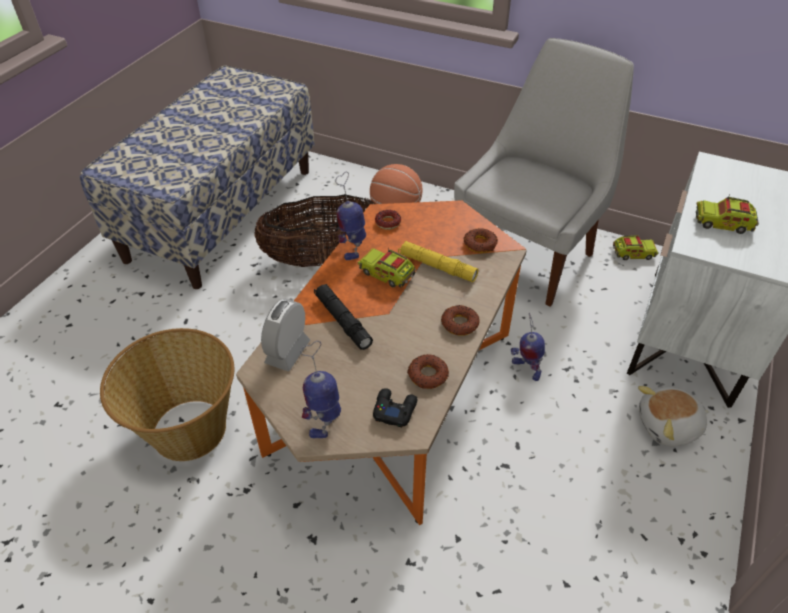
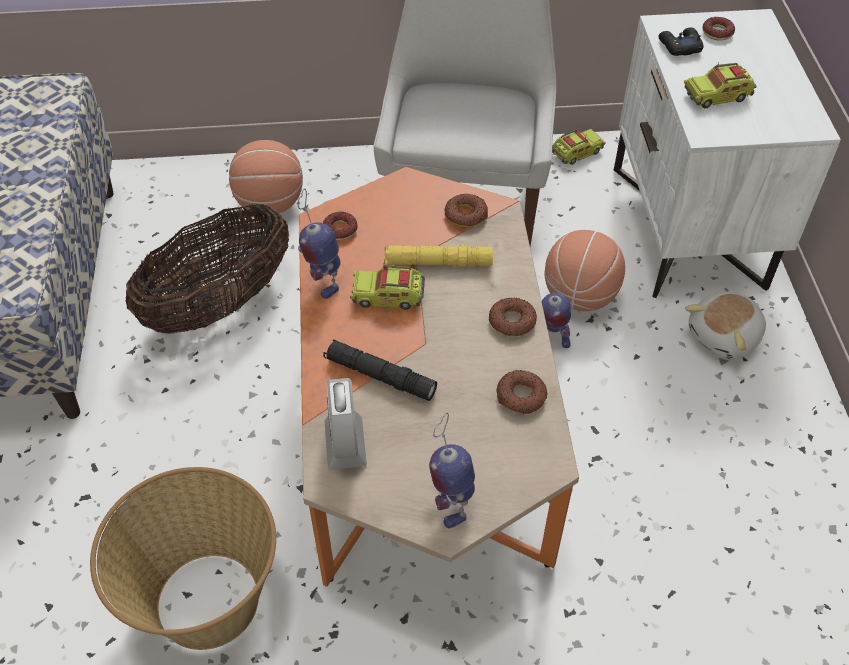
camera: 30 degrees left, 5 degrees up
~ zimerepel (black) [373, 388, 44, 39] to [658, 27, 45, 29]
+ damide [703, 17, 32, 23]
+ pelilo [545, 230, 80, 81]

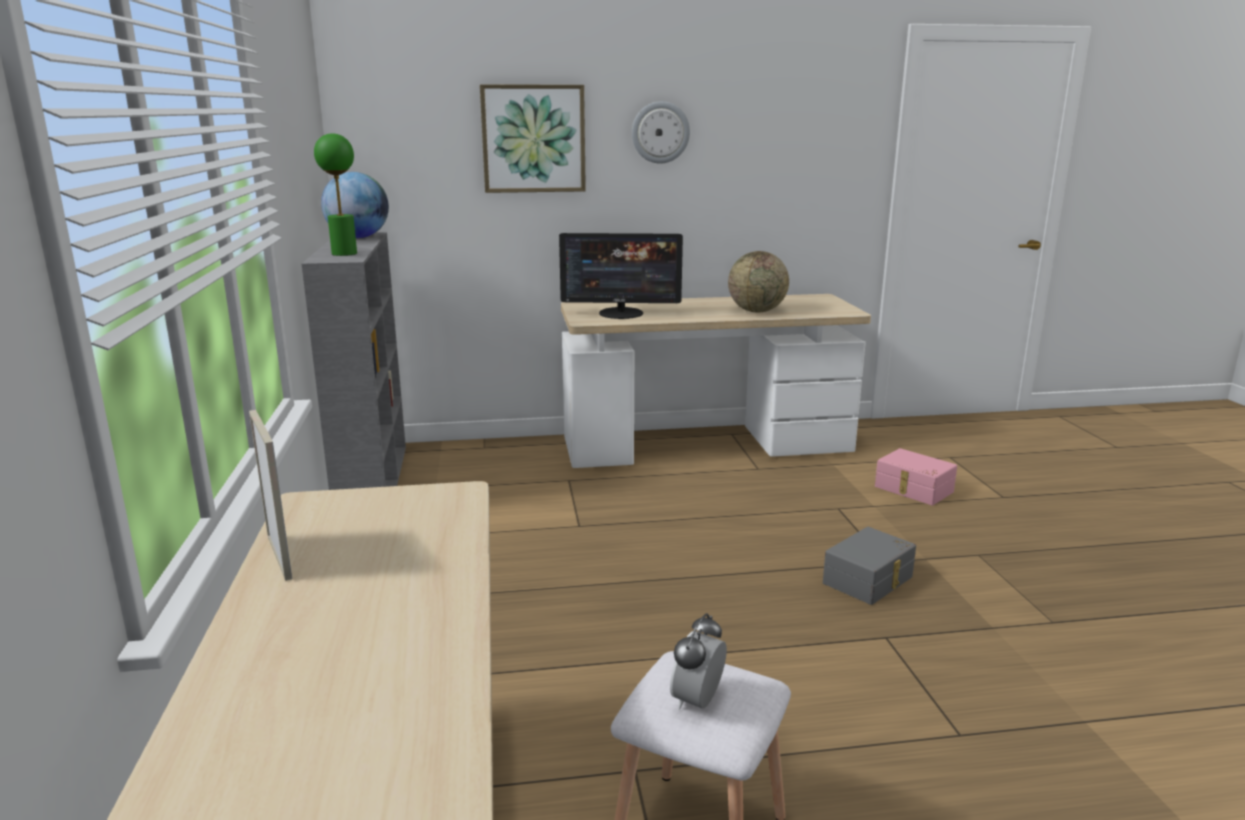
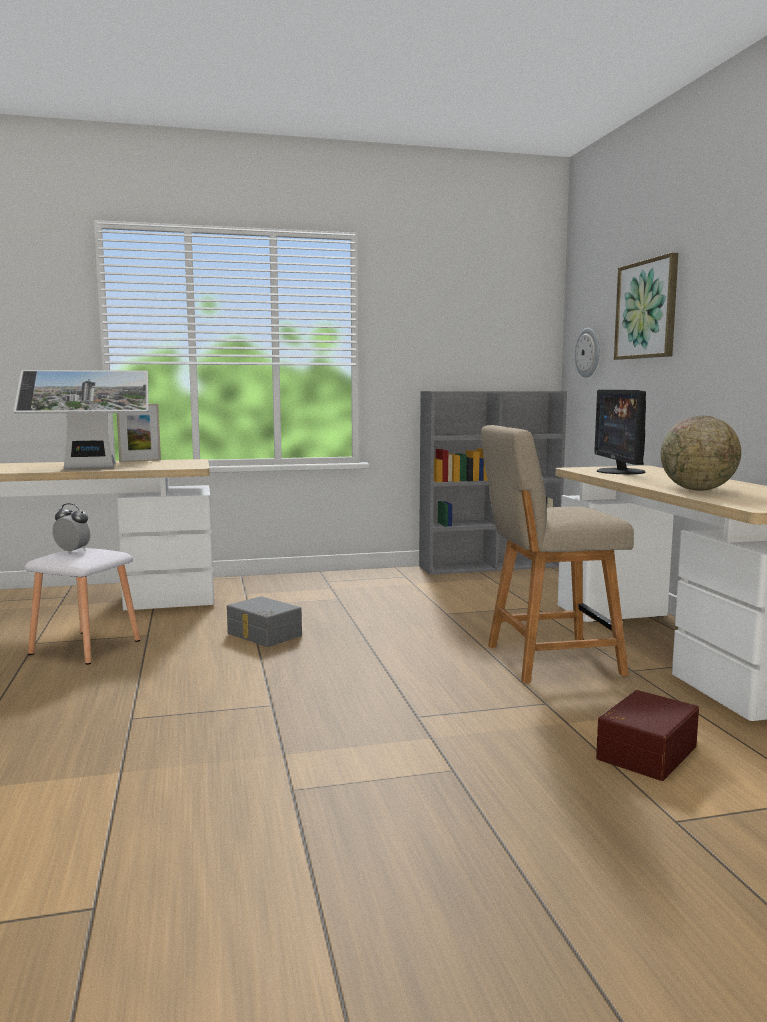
camera: 85 degrees right, 10 degrees down
~ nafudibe [632, 101, 58, 63] to [575, 328, 24, 49]
- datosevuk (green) [314, 133, 43, 123]
- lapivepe [321, 172, 68, 66]
~ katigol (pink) [875, 448, 82, 57] to katigol (brown) [596, 690, 103, 91]
~ katigol (grey) [823, 527, 93, 78] to [227, 596, 75, 51]
+ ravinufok [14, 370, 135, 99]
+ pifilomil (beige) [481, 425, 153, 258]

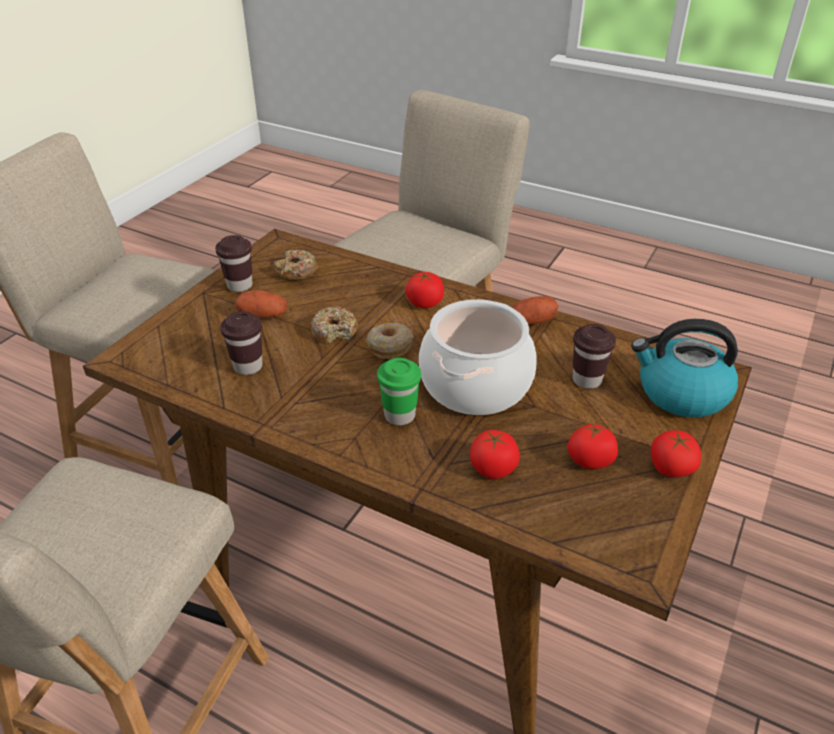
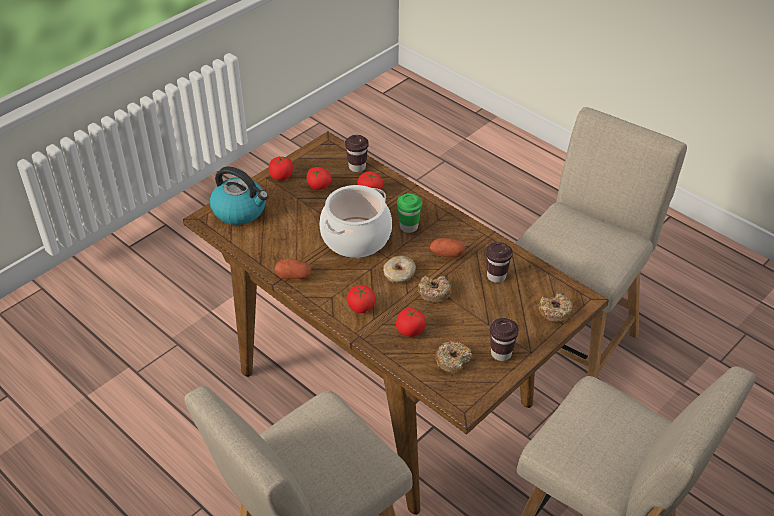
camera: 165 degrees left, 5 degrees up
~ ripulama [235, 290, 52, 28] to [430, 238, 36, 20]
~ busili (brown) [573, 324, 43, 65] to [345, 135, 24, 37]
+ damide [539, 293, 34, 30]
+ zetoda [396, 308, 30, 29]

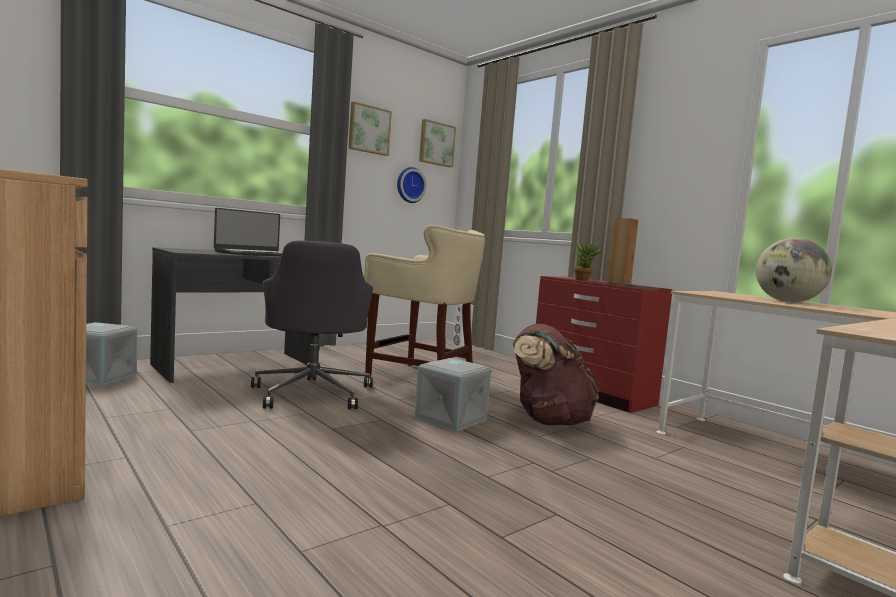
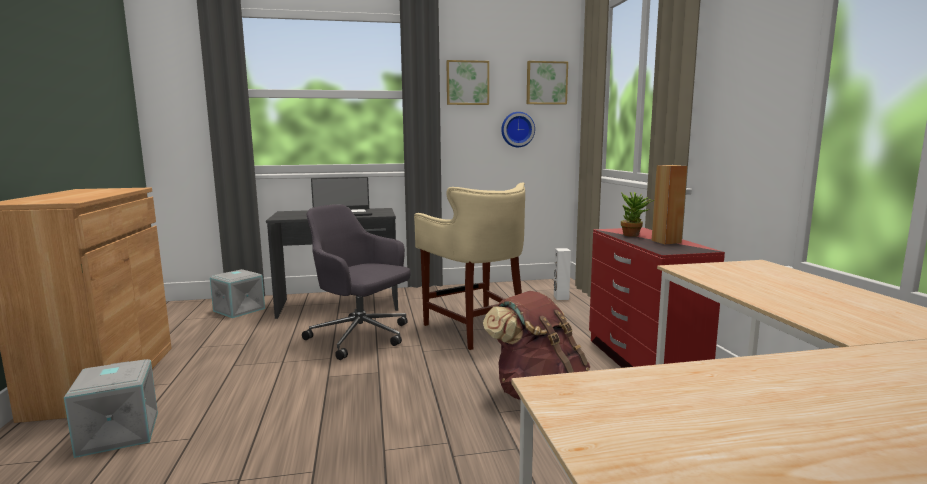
camera: 30 degrees right, 5 degrees up
- lapivepe [756, 238, 76, 64]
~ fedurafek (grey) [251, 241, 122, 168] = [302, 204, 109, 156] 105 degrees clockwise
~ katigol (grey) [414, 358, 77, 74] to [64, 359, 94, 99]

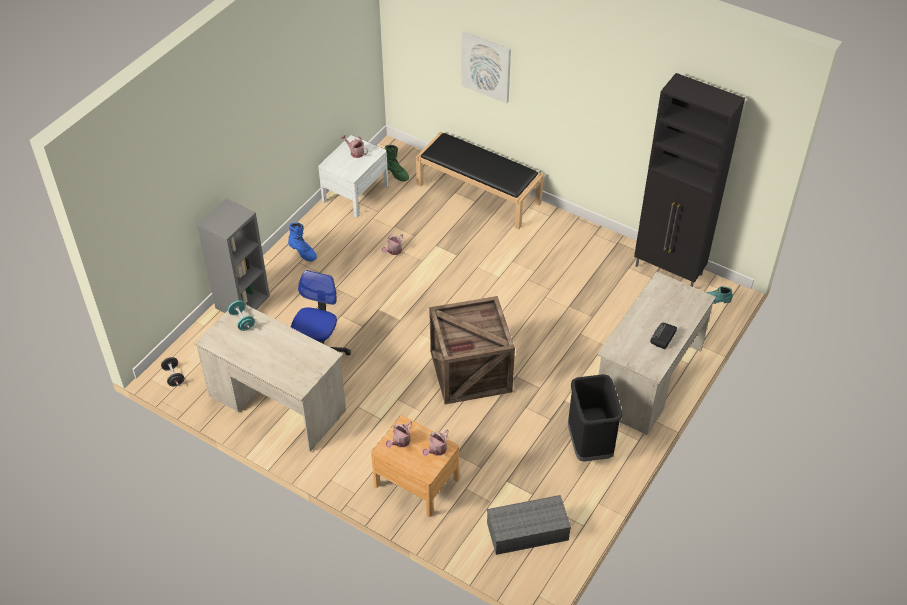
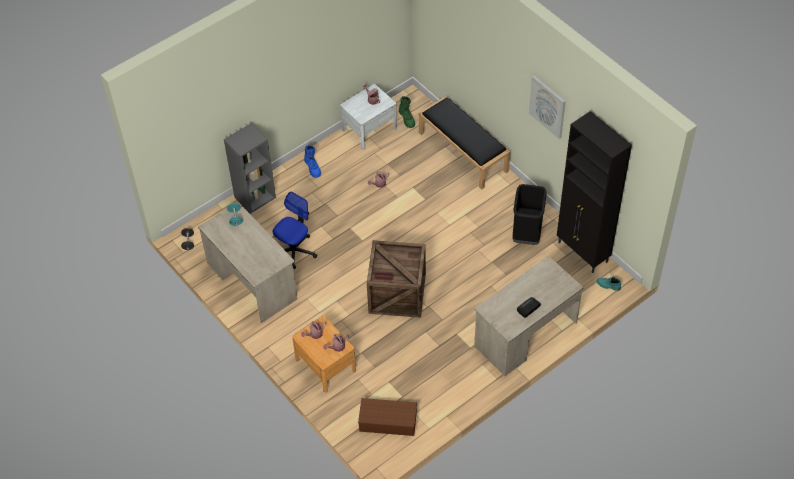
camera: 20 degrees right, 5 degrees up
~ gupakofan [461, 31, 50, 72] to [529, 75, 37, 64]
~ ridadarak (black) [568, 374, 54, 88] to [513, 184, 34, 61]
~ katigol (grey) [487, 495, 84, 60] to katigol (brown) [358, 398, 59, 38]

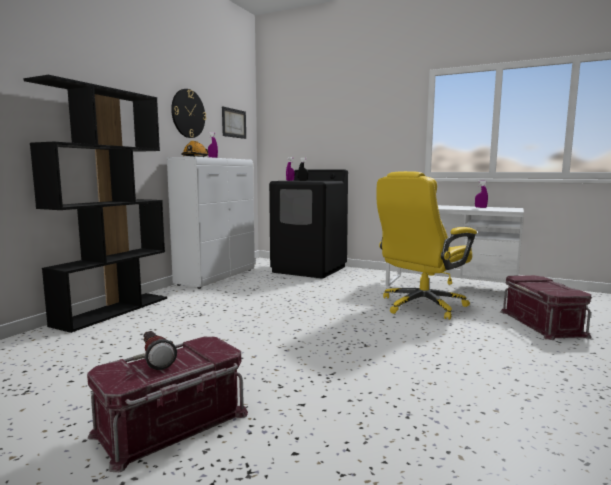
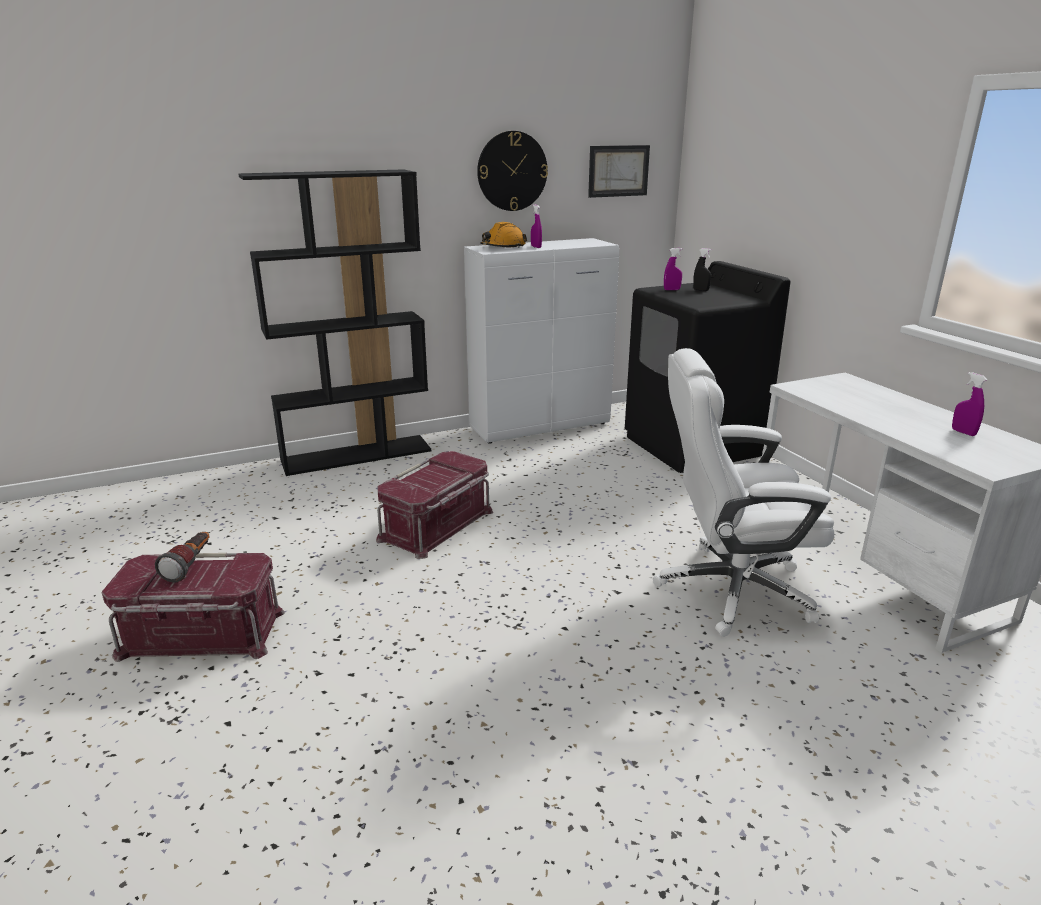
camera: 40 degrees right, 15 degrees up
~ fedurafek (yellow) [376, 171, 101, 149] to fedurafek (white) [653, 348, 181, 289]
~ katigol (red) [500, 275, 92, 65] to [376, 451, 117, 108]

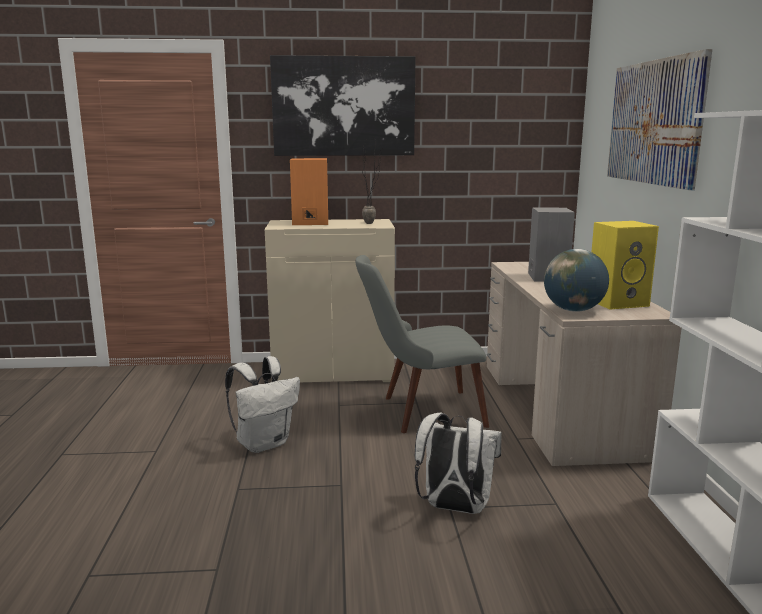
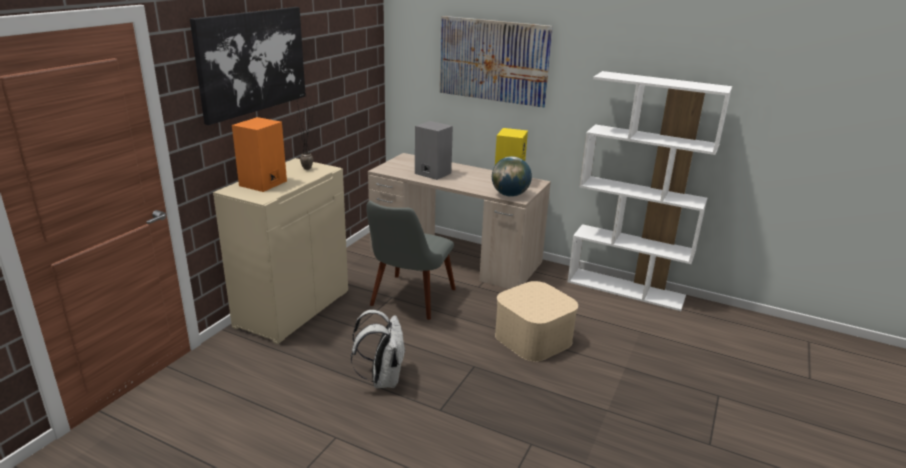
camera: 60 degrees left, 10 degrees up
~ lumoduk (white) [415, 413, 87, 101] to katigol (beige) [495, 281, 83, 81]

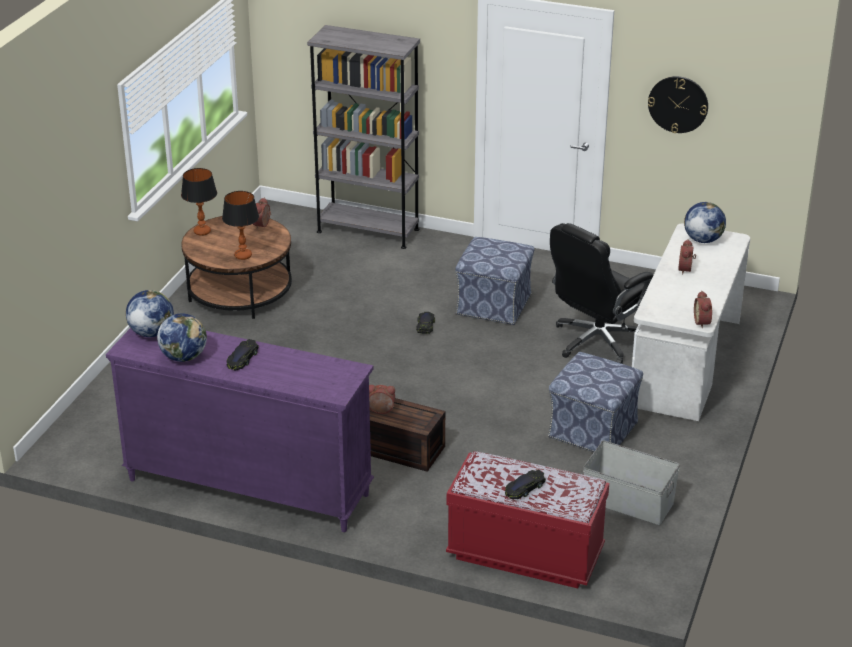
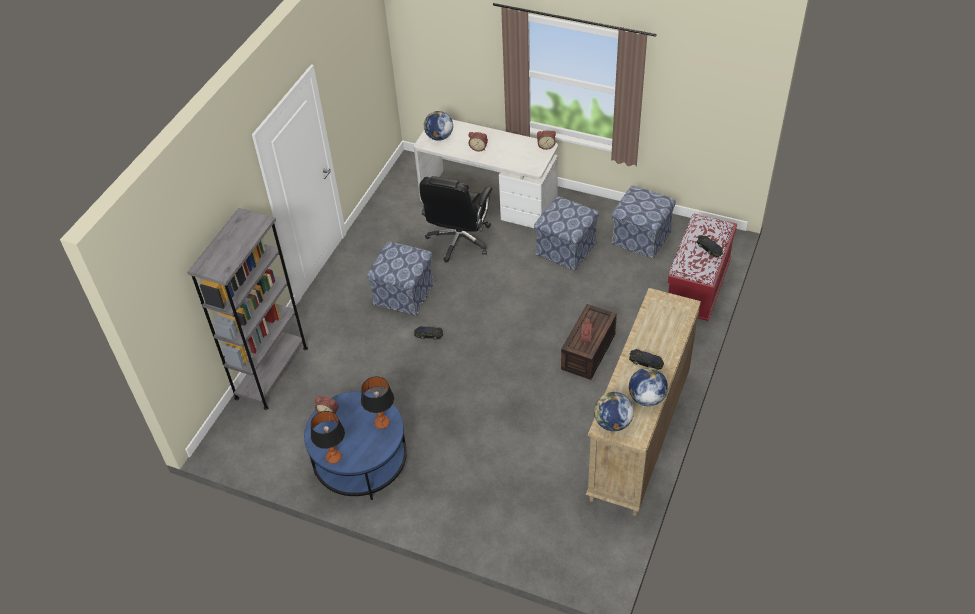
camera: 85 degrees left, 15 degrees up
- nafudibe [648, 76, 60, 57]
~ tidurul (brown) [181, 216, 111, 103] to tidurul (blue) [304, 391, 103, 109]
~ fedurafek (black) [550, 223, 104, 141] = [419, 176, 73, 86] 60 degrees clockwise
~ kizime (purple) [106, 328, 268, 204] to kizime (beige) [586, 288, 115, 228]
~ katigol (grey) [583, 441, 97, 84] to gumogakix [611, 185, 65, 74]

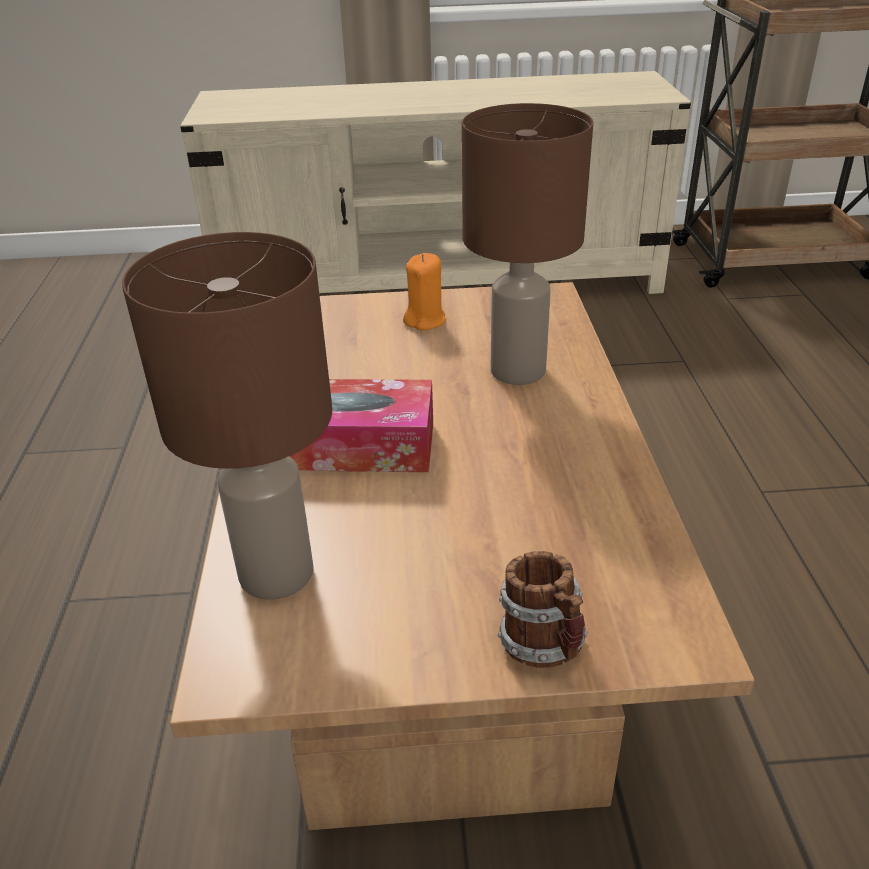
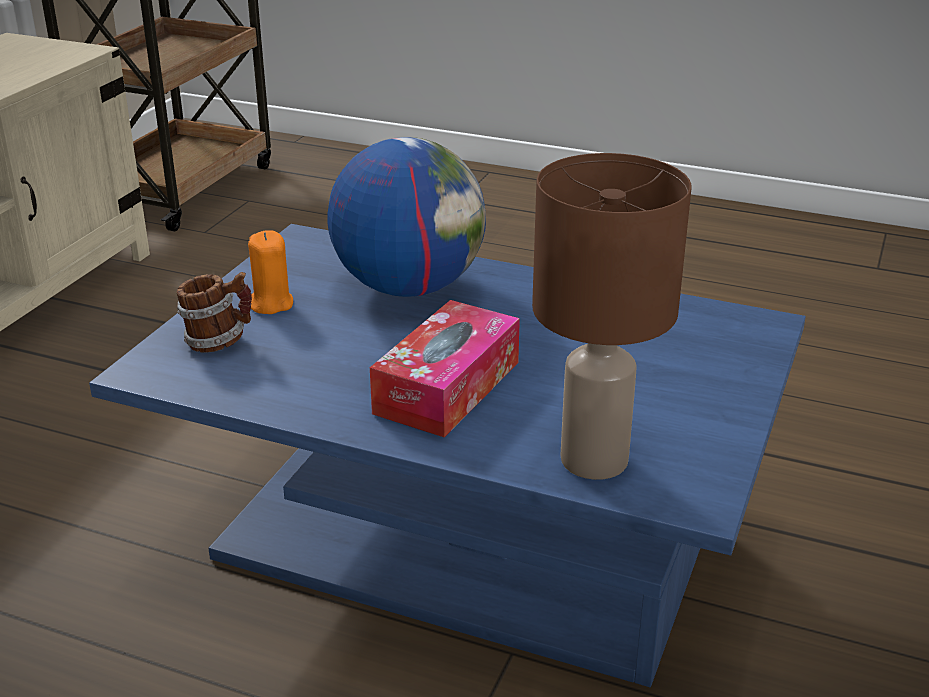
camera: 65 degrees left, 5 degrees down
~ datosevuk (brown) [462, 103, 131, 282] to lapivepe [327, 137, 159, 160]
~ tidurul (brown) [170, 282, 584, 548] to tidurul (blue) [89, 224, 717, 463]
~ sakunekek [498, 551, 90, 117] to [177, 272, 75, 81]

